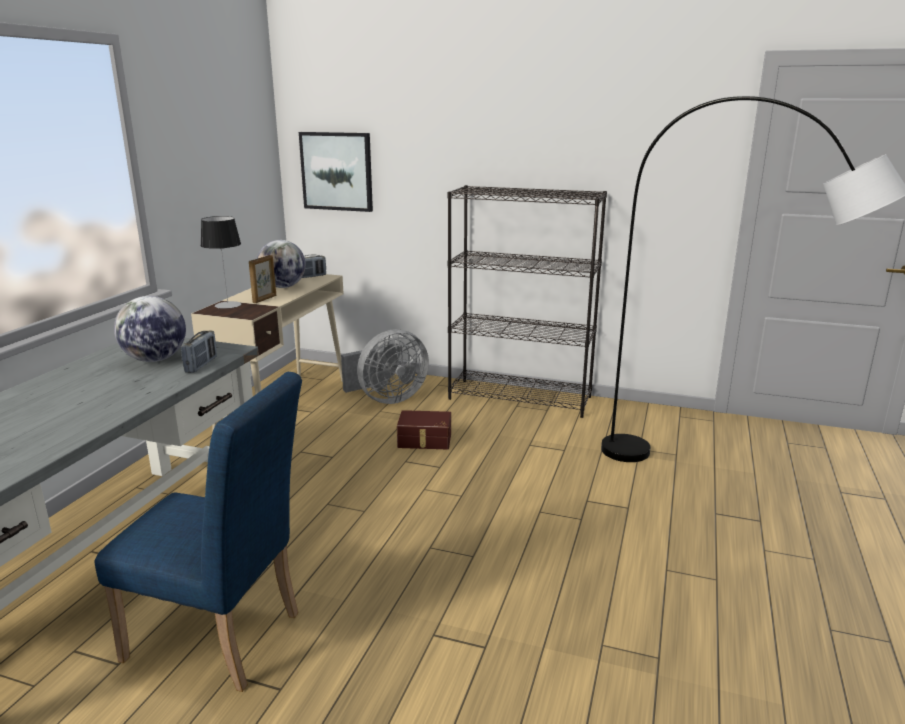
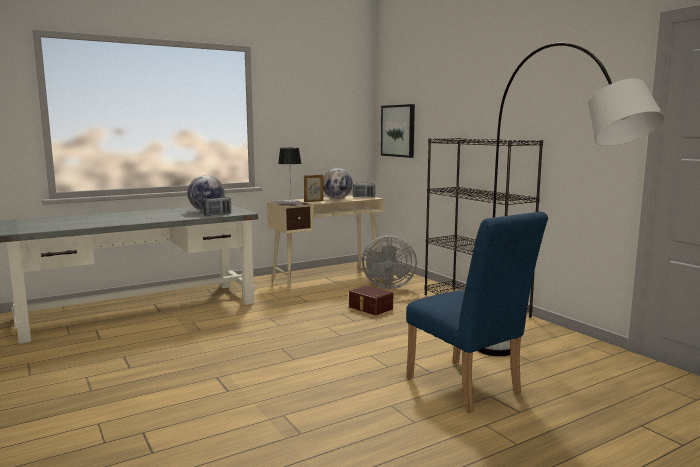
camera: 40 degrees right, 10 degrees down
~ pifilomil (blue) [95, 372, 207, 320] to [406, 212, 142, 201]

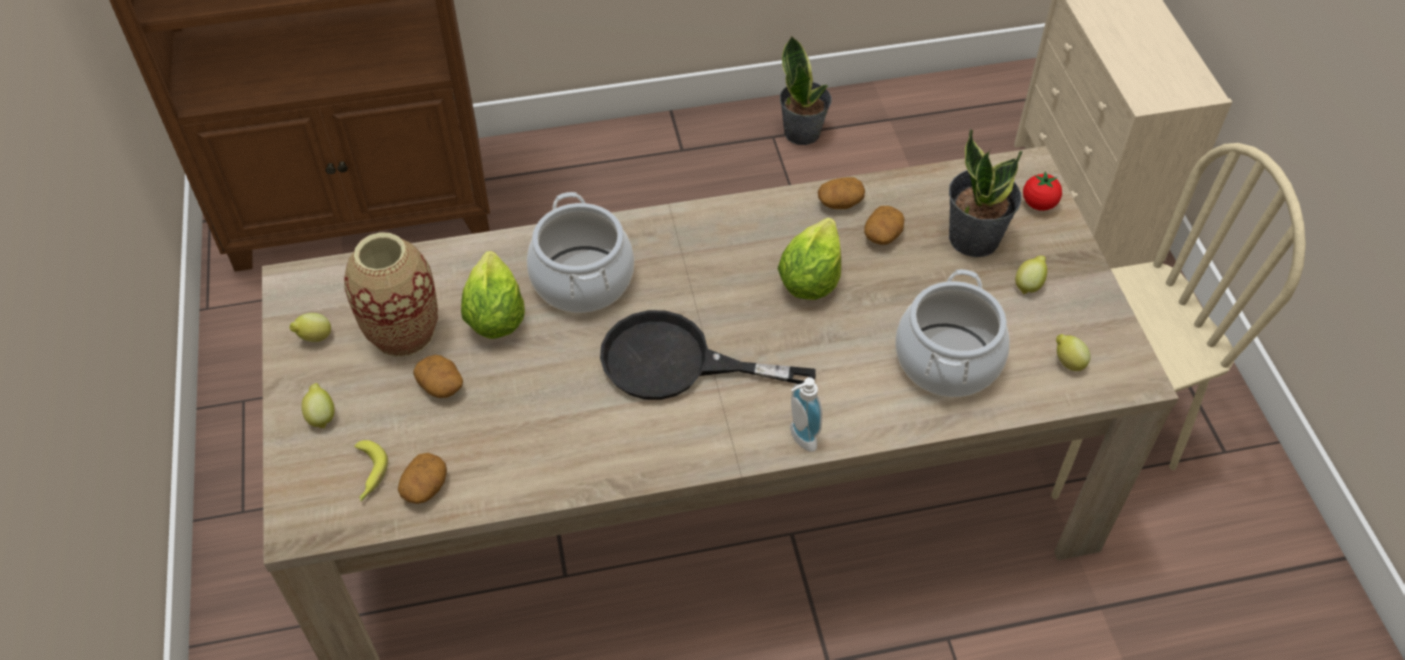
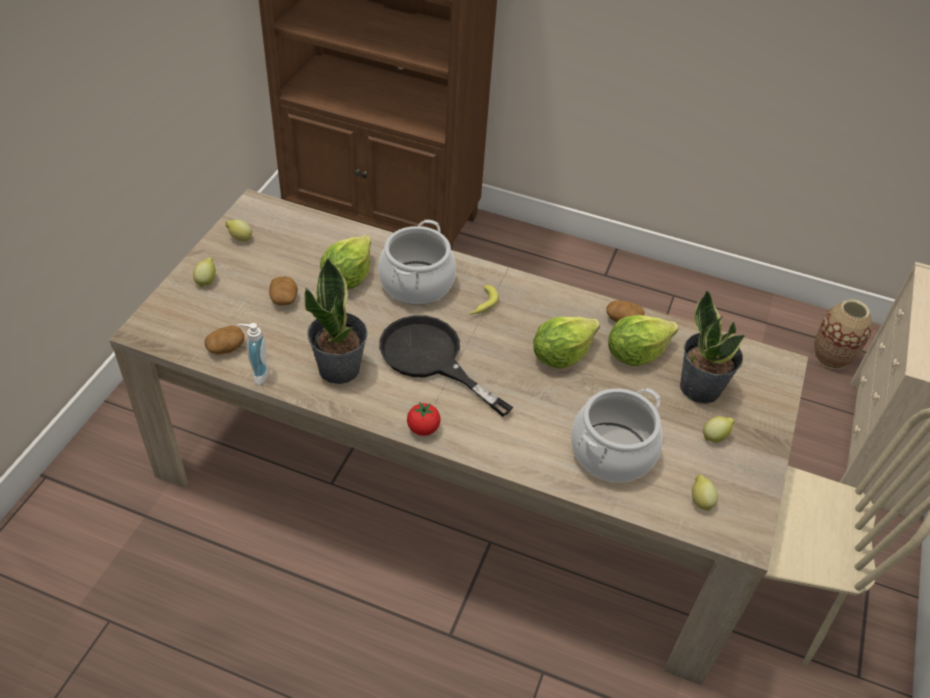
camera: 30 degrees right, 5 degrees down
~ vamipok [780, 35, 52, 110] to [305, 258, 63, 126]
~ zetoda [1023, 171, 39, 40] to [407, 402, 34, 34]
~ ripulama [864, 206, 41, 39] to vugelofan [608, 315, 71, 51]
~ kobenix [344, 232, 94, 125] to [814, 299, 58, 70]
~ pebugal [790, 377, 32, 75] to [238, 323, 31, 62]
~ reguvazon [354, 440, 34, 61] to [470, 285, 29, 30]

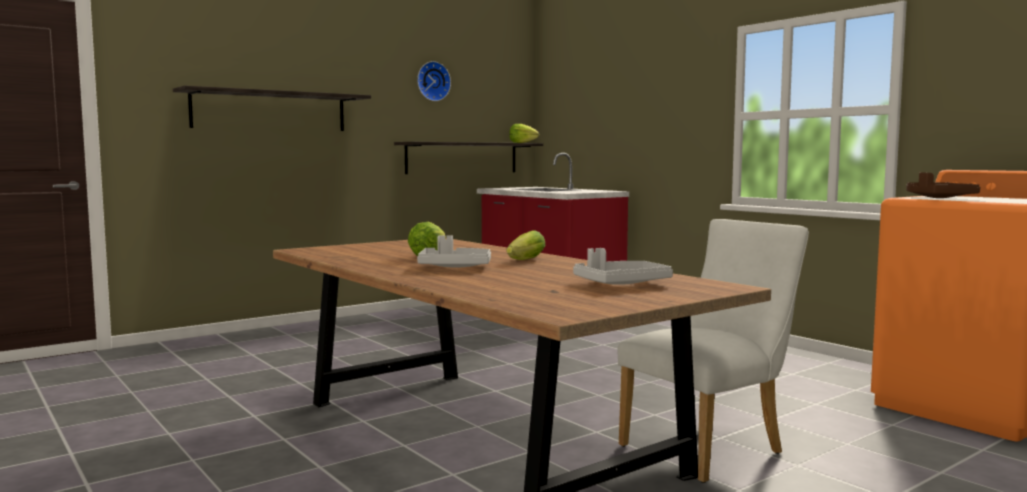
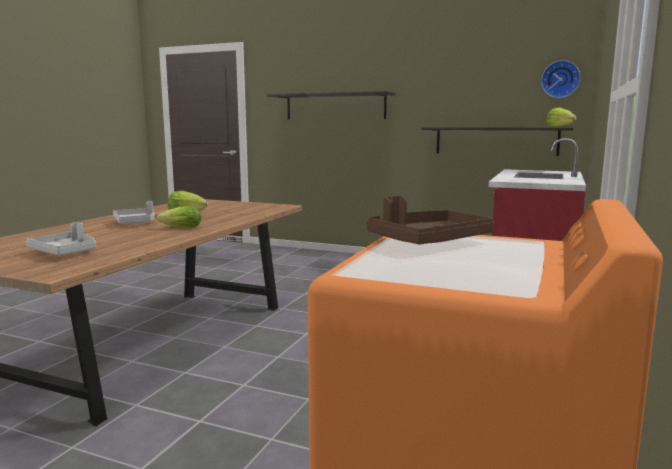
camera: 60 degrees right, 5 degrees up
~ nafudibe [417, 61, 34, 40] to [541, 60, 39, 38]
- pifilomil (white) [618, 219, 191, 264]

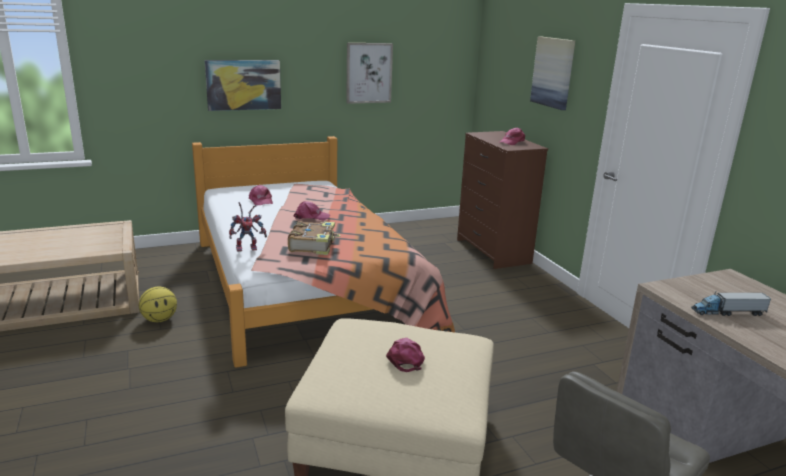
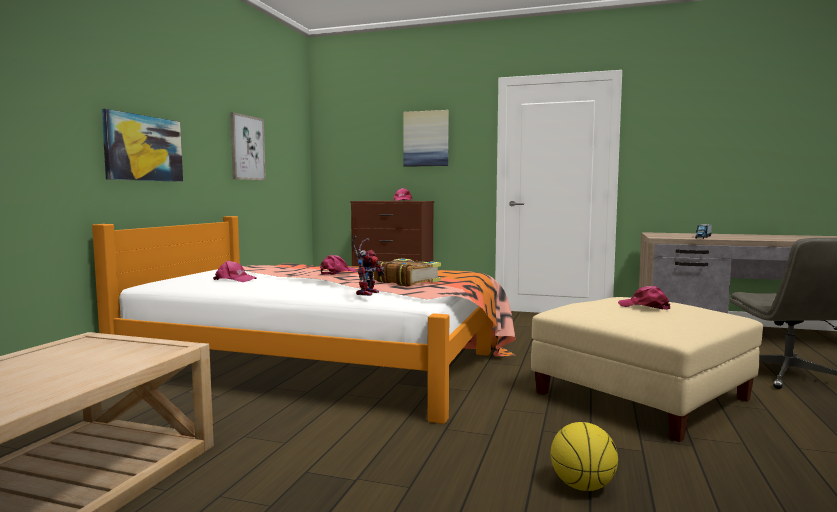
camera: 50 degrees left, 15 degrees down
~ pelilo [139, 287, 38, 35] to [551, 422, 67, 69]

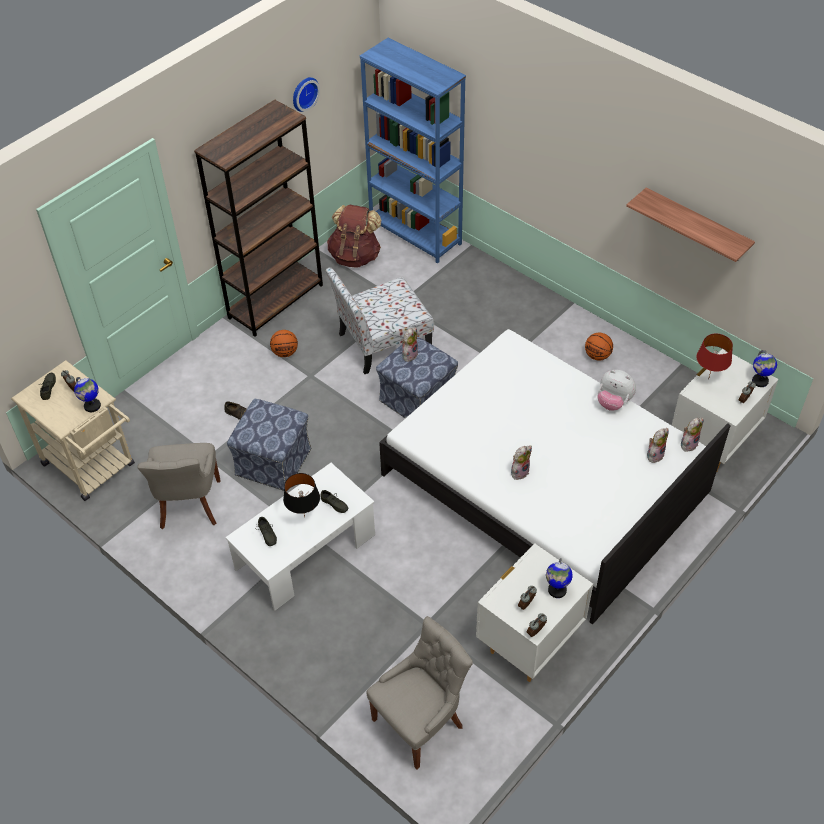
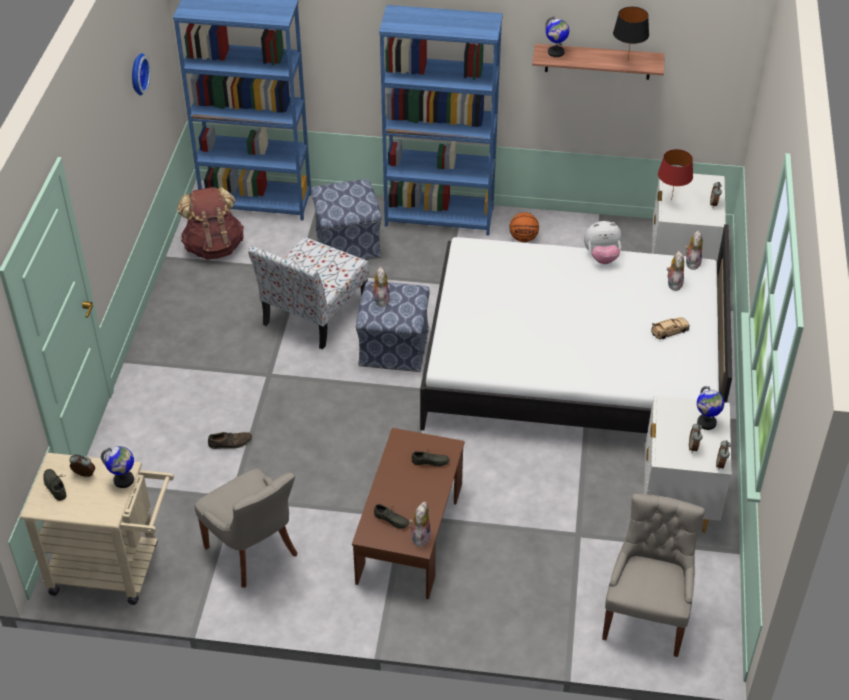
camera: 35 degrees left, 5 degrees down
- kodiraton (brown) [194, 100, 129, 237]
- pelilo [270, 330, 28, 27]
~ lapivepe [752, 350, 25, 37] to [545, 16, 24, 41]
~ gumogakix [227, 399, 84, 92] to [311, 179, 71, 81]
~ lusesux [511, 445, 21, 35] to [409, 502, 22, 45]
~ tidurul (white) [226, 463, 149, 148] to tidurul (brown) [352, 428, 113, 171]
~ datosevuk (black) [283, 473, 37, 45] to [613, 7, 36, 51]
+ kodiraton (blue) [379, 5, 124, 230]
+ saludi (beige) [651, 317, 39, 23]

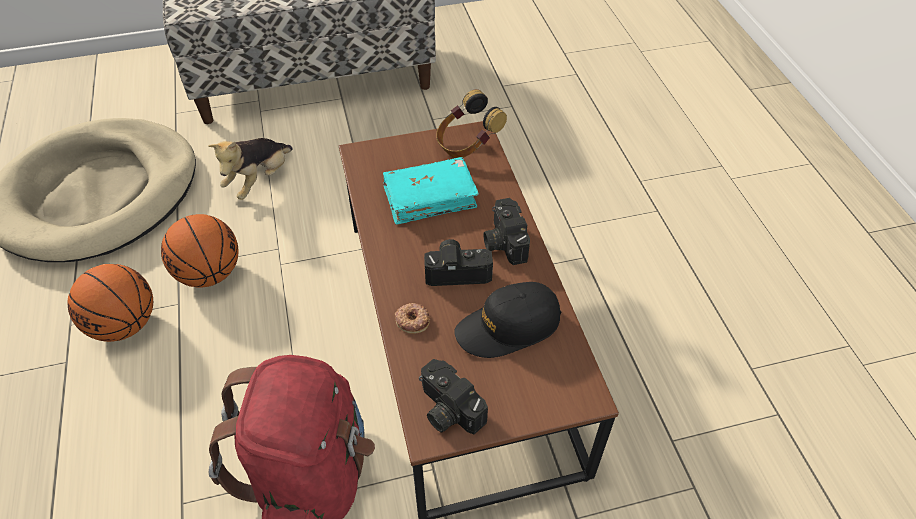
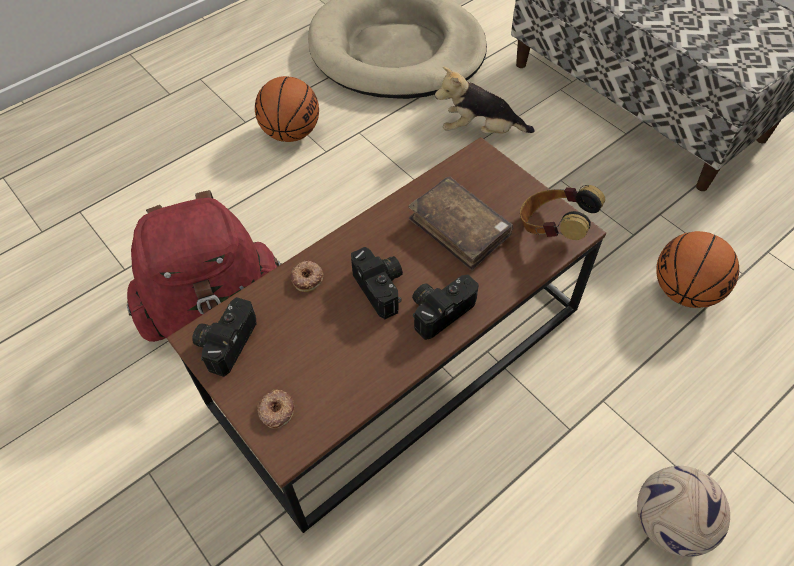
camera: 65 degrees right, 5 degrees up
~ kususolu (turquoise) [383, 157, 96, 68] to kususolu (brown) [409, 176, 104, 95]
~ pelilo [161, 214, 78, 74] to [656, 231, 83, 77]
- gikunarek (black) [454, 282, 107, 76]
+ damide [257, 390, 37, 39]
+ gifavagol [637, 466, 93, 91]

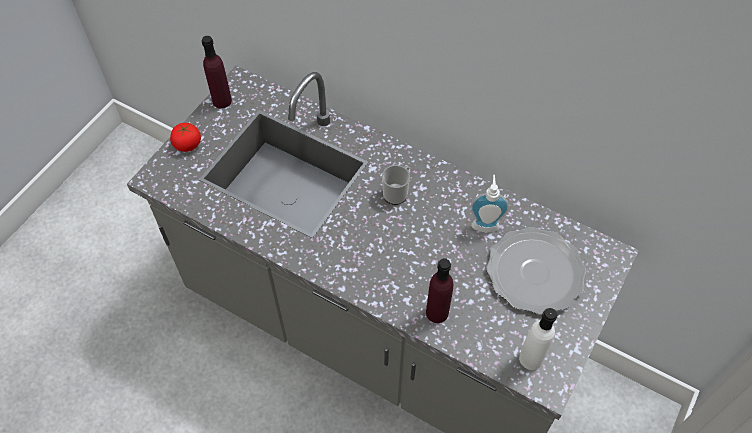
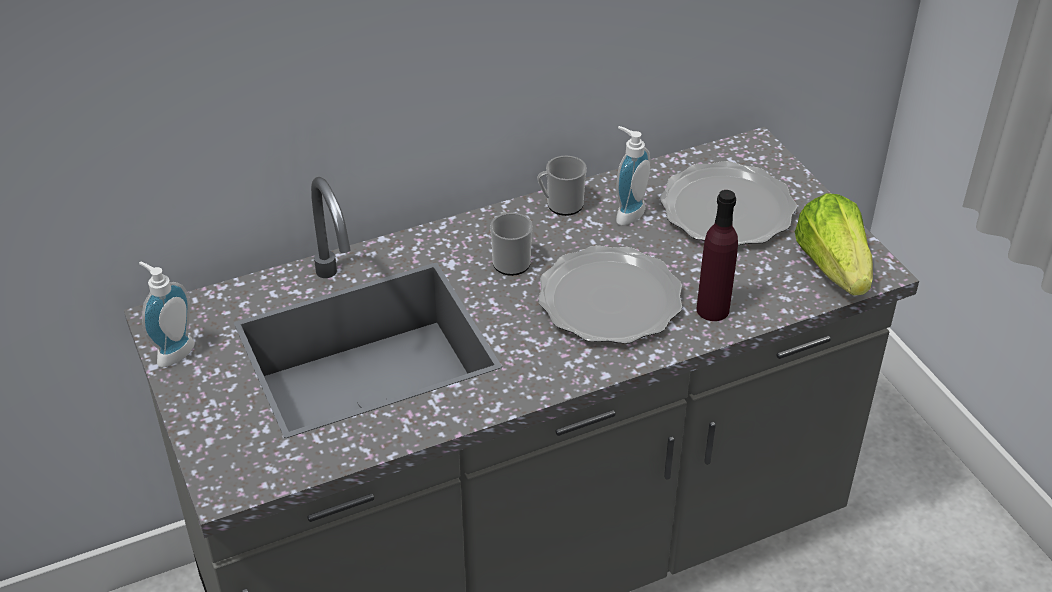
camera: 55 degrees left, 15 degrees down
~ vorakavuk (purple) [202, 36, 30, 72] to pebugal [139, 261, 56, 106]
- zetoda [170, 123, 31, 29]
~ vorakavuk (white) [519, 308, 38, 62] to vugelofan [795, 193, 78, 103]
+ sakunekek [537, 156, 50, 60]
+ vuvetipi [538, 245, 144, 99]

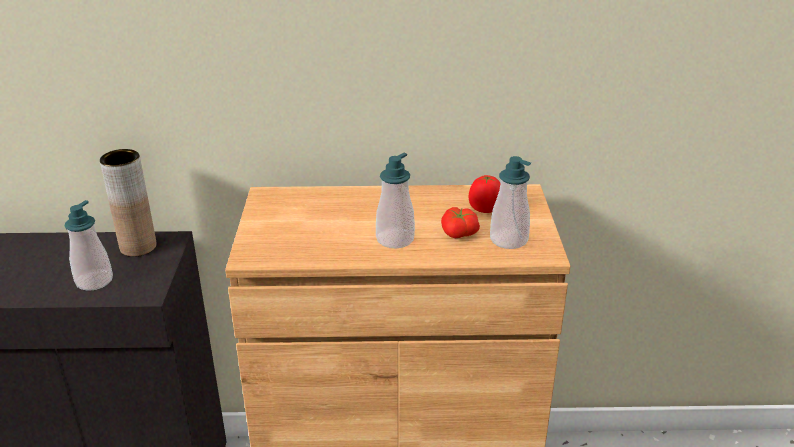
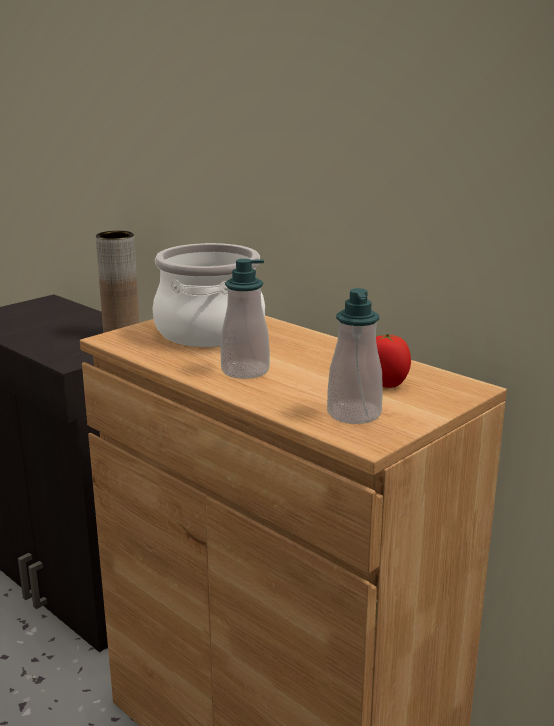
camera: 45 degrees right, 10 degrees down
- pebugal [65, 200, 48, 91]
- zetoda [441, 207, 39, 31]
+ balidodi [152, 243, 113, 104]

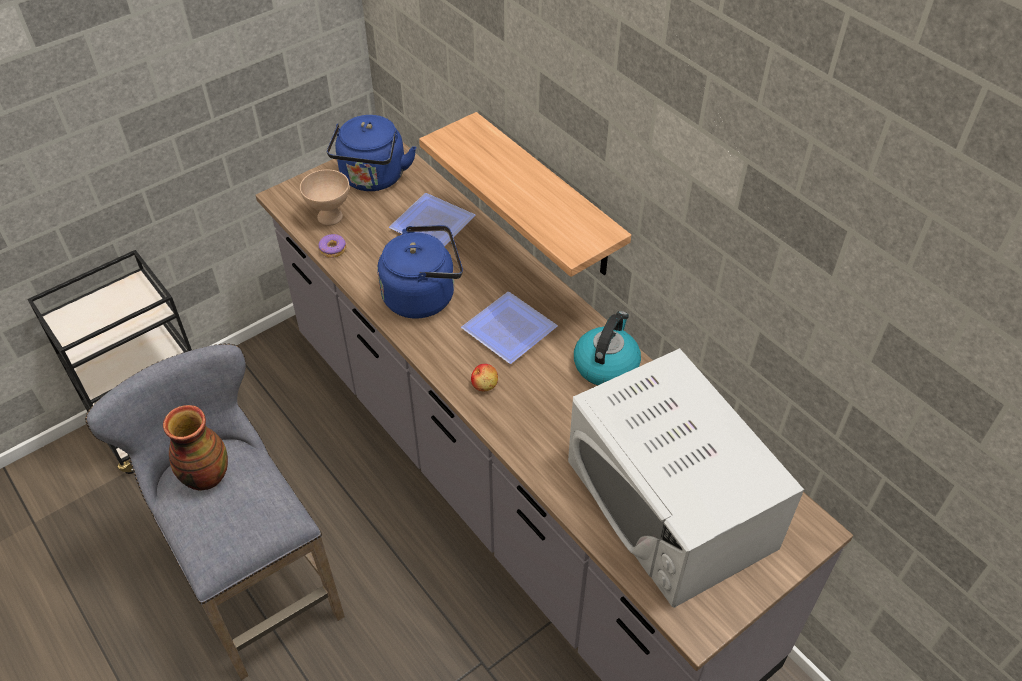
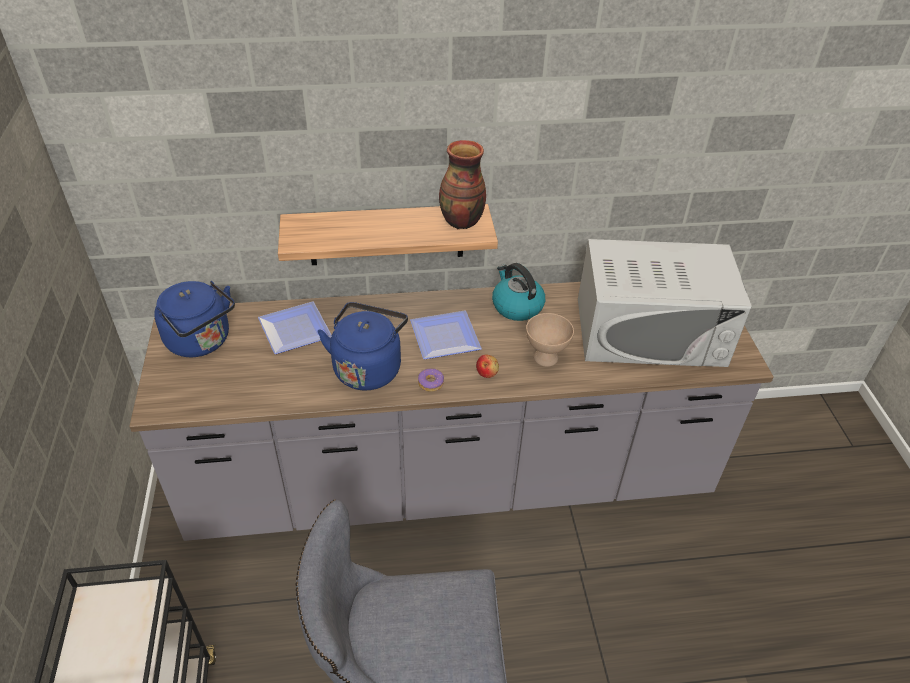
camera: 60 degrees left, 5 degrees down
~ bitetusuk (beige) [300, 170, 49, 56] to [526, 313, 48, 54]
~ damide [318, 234, 28, 24] to [418, 369, 26, 23]
~ kobenix [163, 405, 65, 86] to [439, 140, 47, 89]

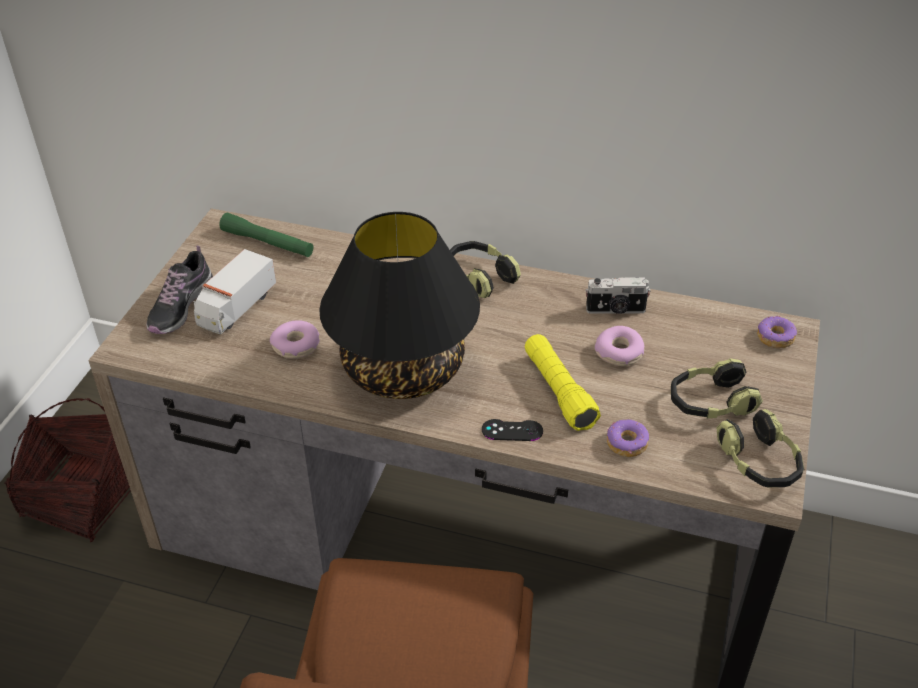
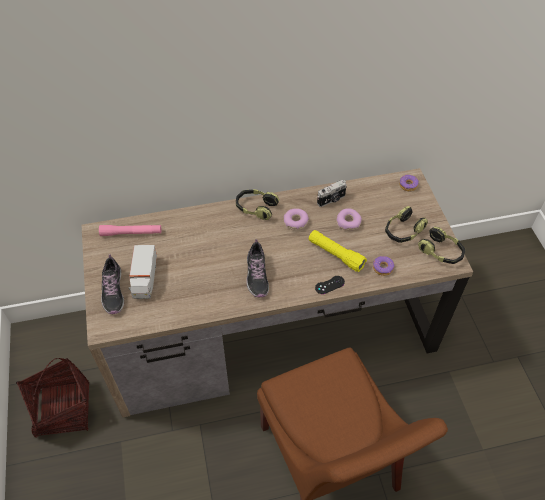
camera: 30 degrees left, 10 degrees up
~ datosevuk (black) [319, 212, 161, 187] to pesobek [246, 239, 23, 58]
~ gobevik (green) [219, 213, 94, 44] to gobevik (pink) [99, 225, 62, 11]
~ damide [270, 320, 50, 39] to [284, 208, 25, 22]

